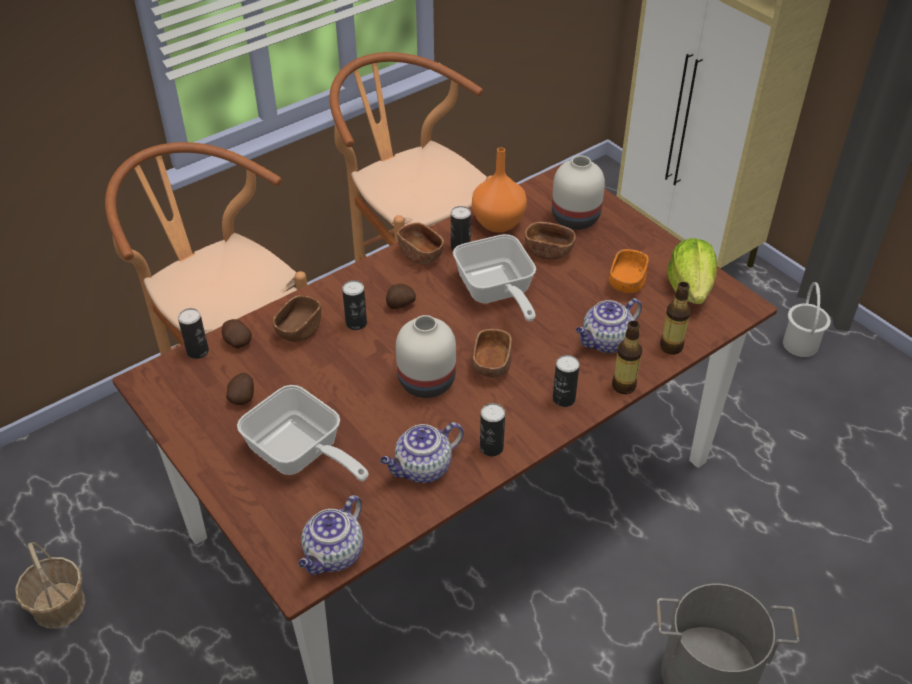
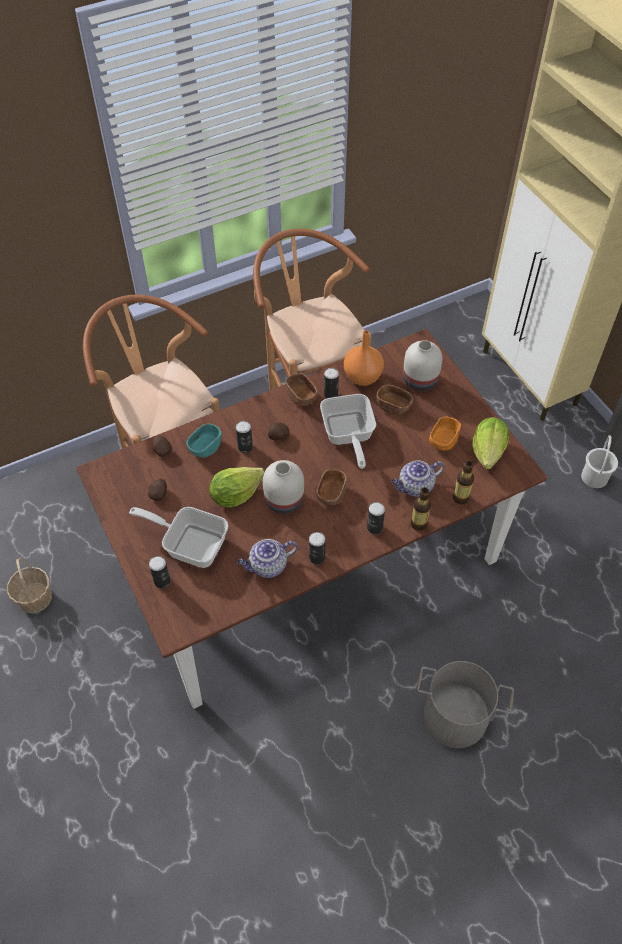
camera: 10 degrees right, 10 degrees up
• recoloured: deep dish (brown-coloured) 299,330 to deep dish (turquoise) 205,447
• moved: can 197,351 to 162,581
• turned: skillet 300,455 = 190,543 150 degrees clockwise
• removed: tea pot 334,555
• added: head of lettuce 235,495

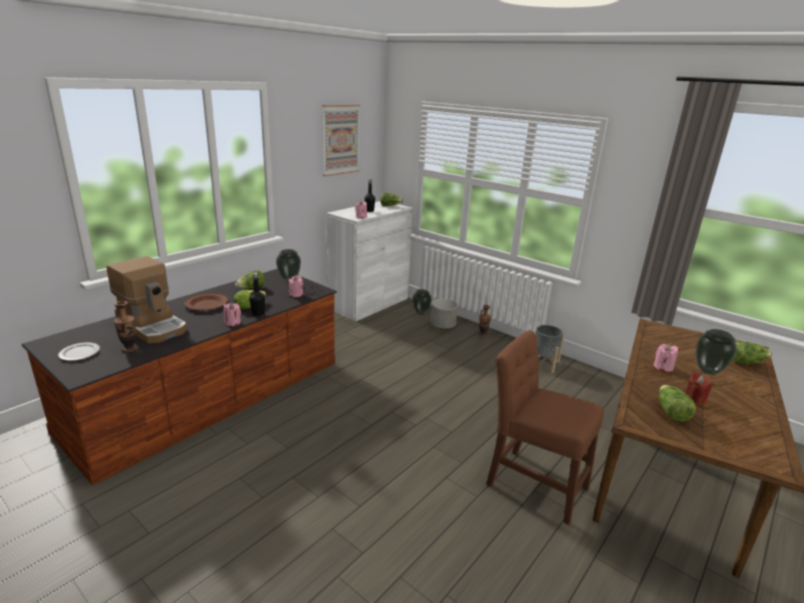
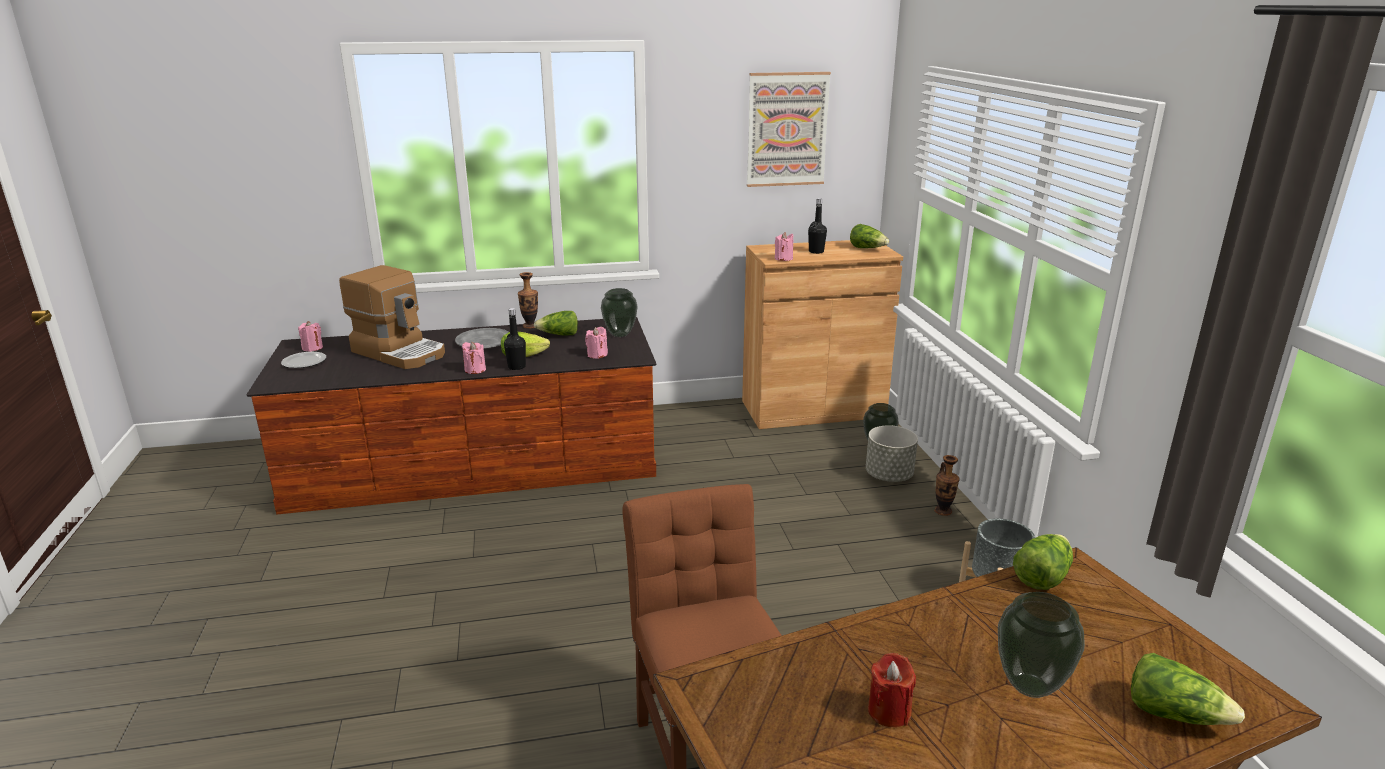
camera: 40 degrees right, 0 degrees up
• recoloured: cupboard (white) 369,303 to cupboard (brown-coloured) 813,409
• turned: coffee brewer 153,326 = 400,352 45 degrees counterclockwise
• recoloured: plate (brown-coloured) 206,304 to plate (gray) 483,342
• moved: decorative vase 129,349 to 530,326
• moved: wax light (pink) 663,367 to 312,348
• moved: head of lettuce 670,412 to 1041,576

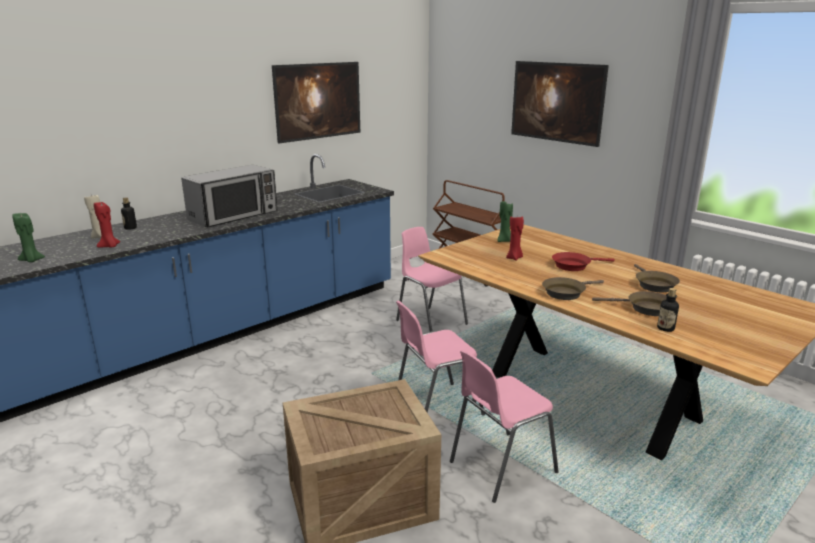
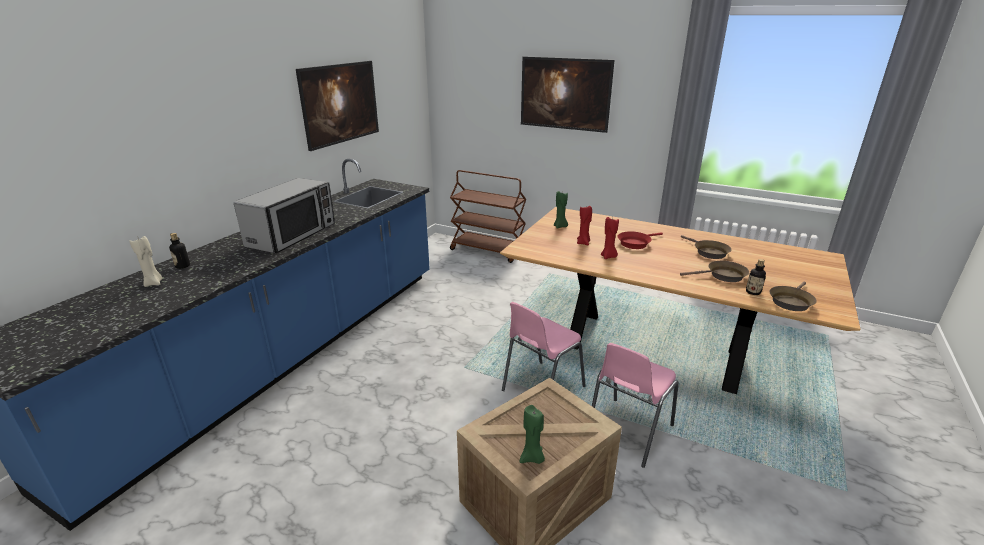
camera: 20 degrees left, 5 degrees up
• moved: wax light (reddish) 109,246 to 608,257
• moved: wax light (green) 31,260 to 532,458
• removed: chair (pink) 430,322
• moved: skillet (brown-coloured) 566,292 to 790,301

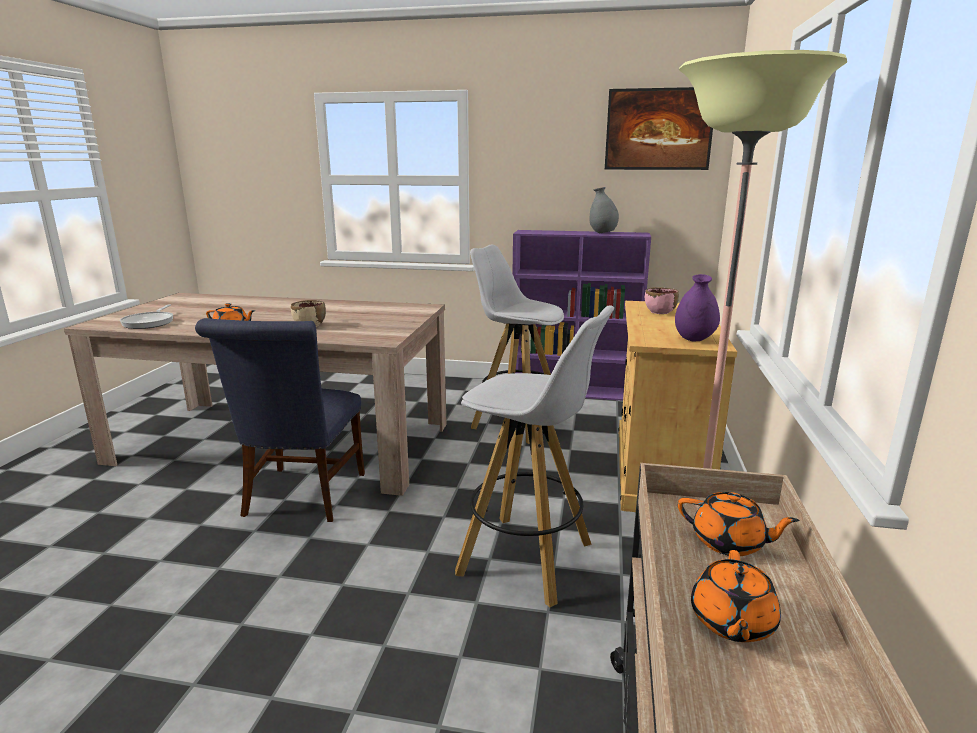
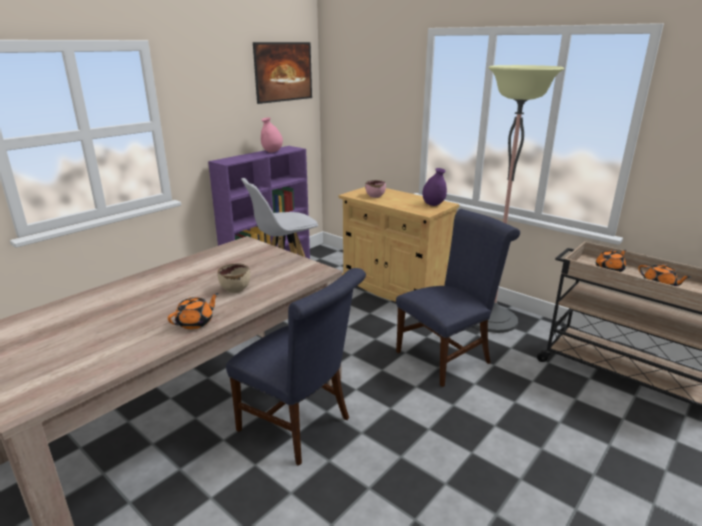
camera: 60 degrees left, 5 degrees up
• recoloured: decorative vase (gray) 603,233 to decorative vase (pink) 272,152
• removed: skillet 150,322
• replaced: sitting stool (white) 528,559 to chair (blue-coloured) 447,355

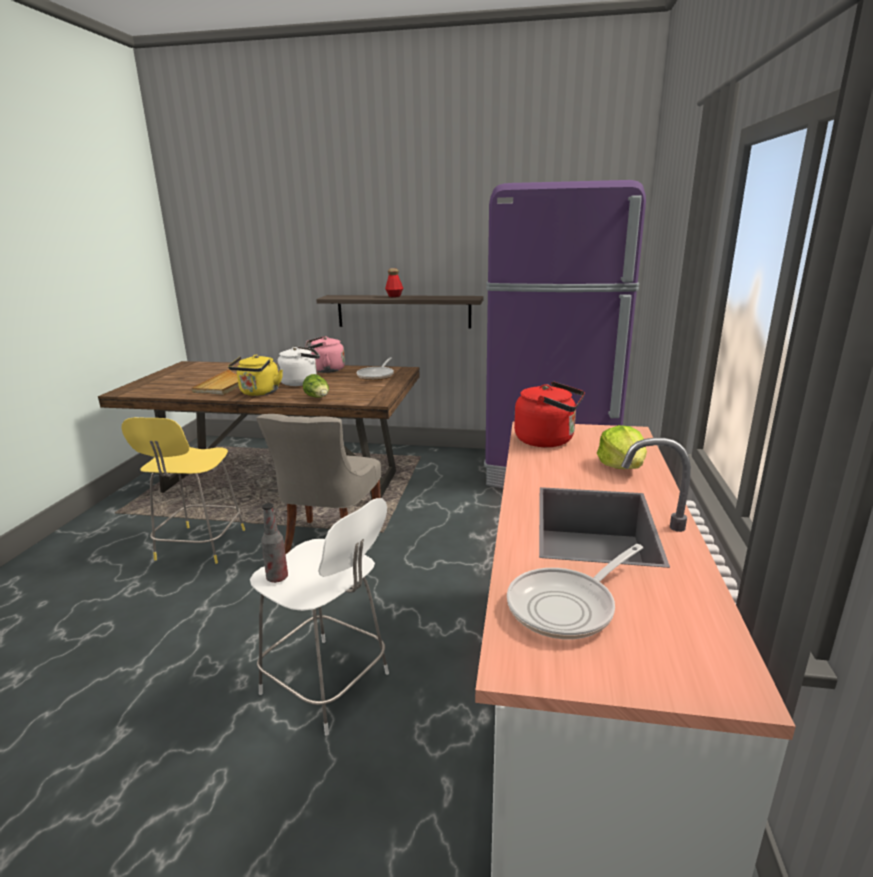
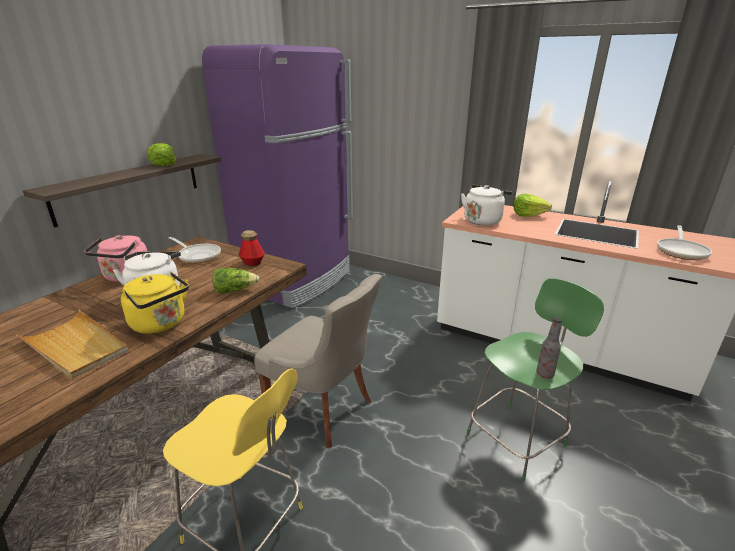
camera: 70 degrees left, 5 degrees up
• moved: drink bottle 394,296 to 252,263
• recoloured: water kettle (reddish) 548,440 to water kettle (white) 483,220
• recoloured: sitting stool (white) 328,685 to sitting stool (green) 518,438
• turned: skillet 567,606 = 681,251 45 degrees clockwise
• added: head of lettuce 163,164

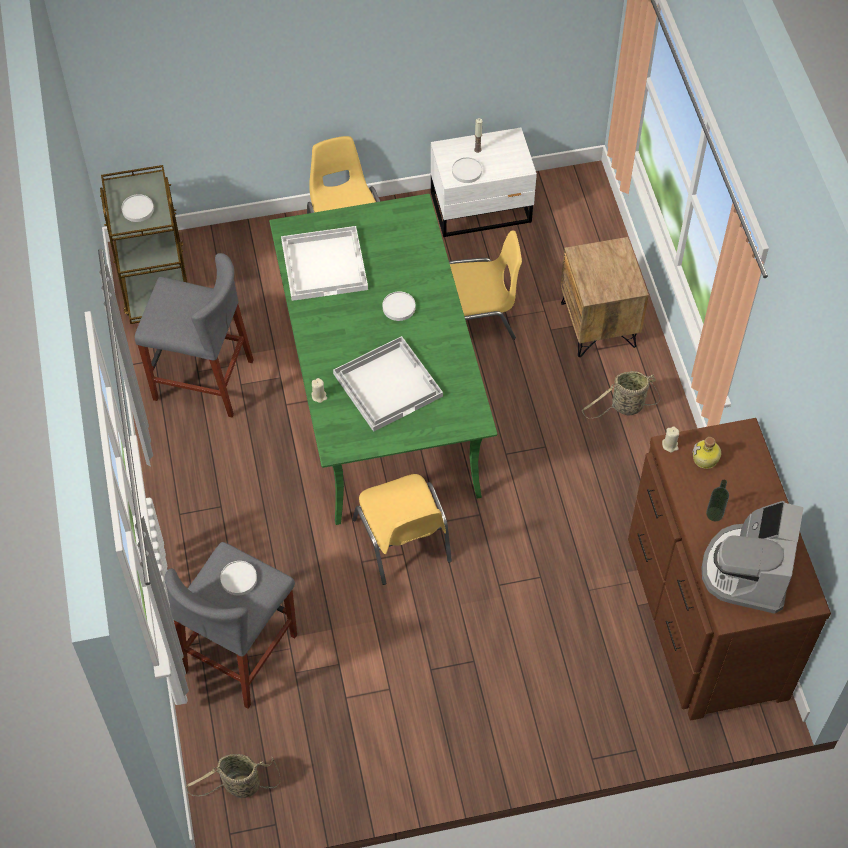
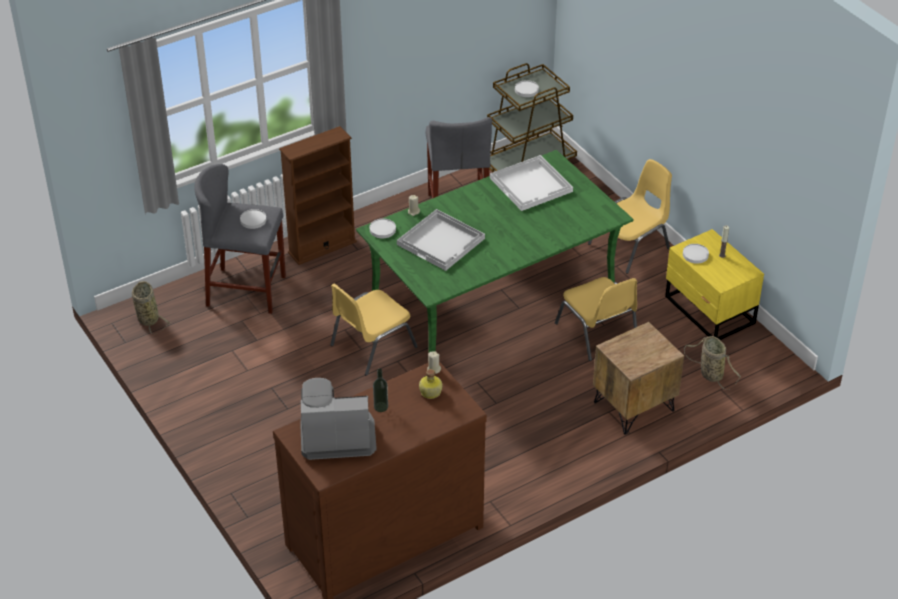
camera: 70 degrees right, 15 degrees down
• recoloured: night table (white) 482,209 to night table (yellow-coloured) 709,311
• moved: plate (white) 398,307 to 382,229
• moved: storage basket 625,407 to 710,373
• added: shelving unit (brown-coloured) 322,247

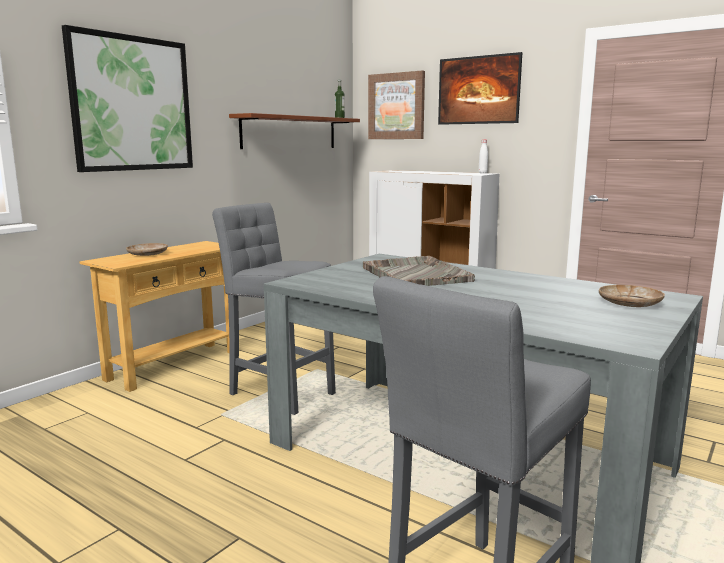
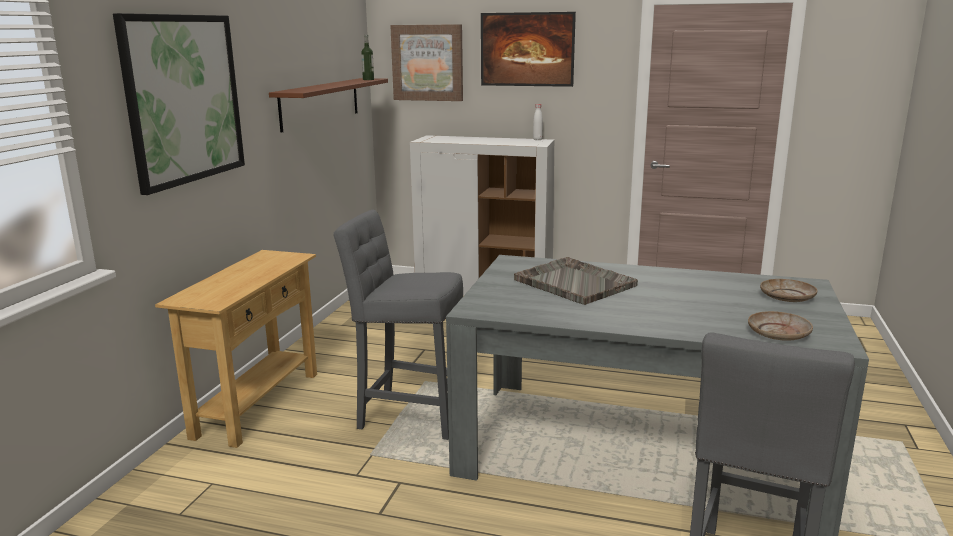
camera: 20 degrees left, 5 degrees up
• moved: plate (beige-coloured) 148,254 to 779,333

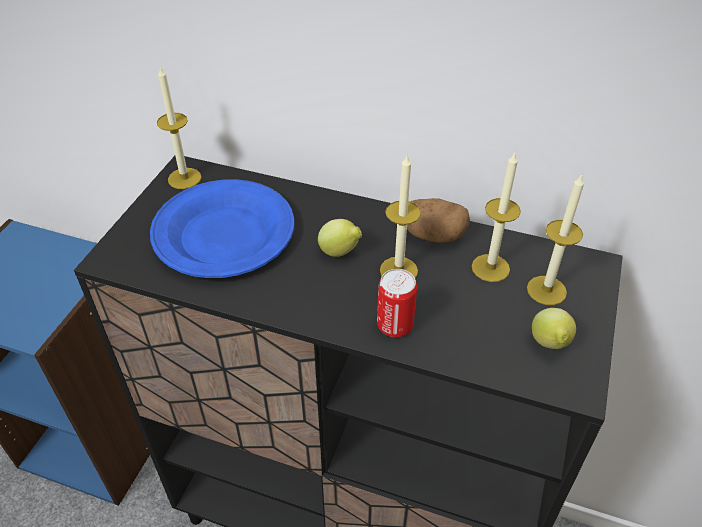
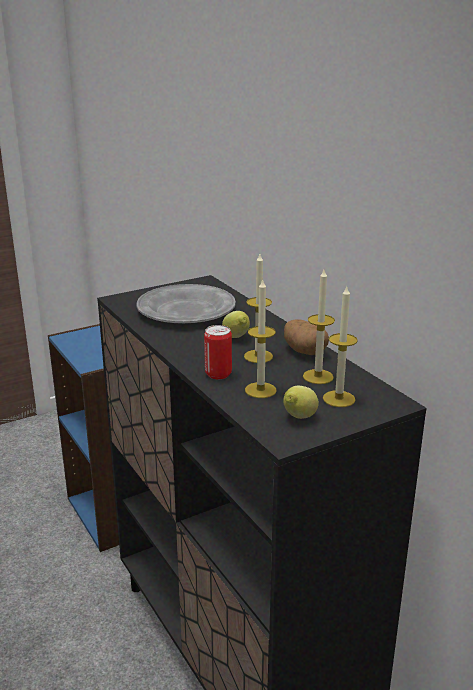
camera: 40 degrees right, 20 degrees down
• moved: wax light 184,178 to 260,390
• recoloured: plate (blue-coloured) 225,234 to plate (gray) 186,310

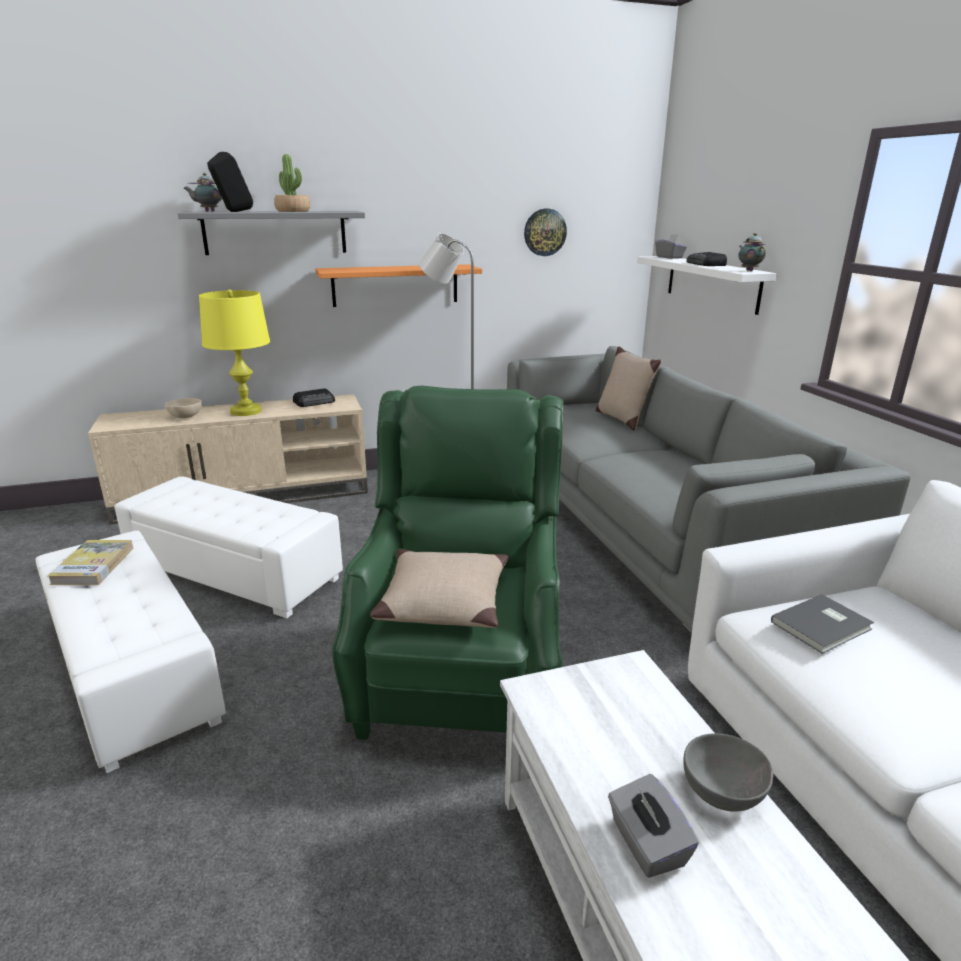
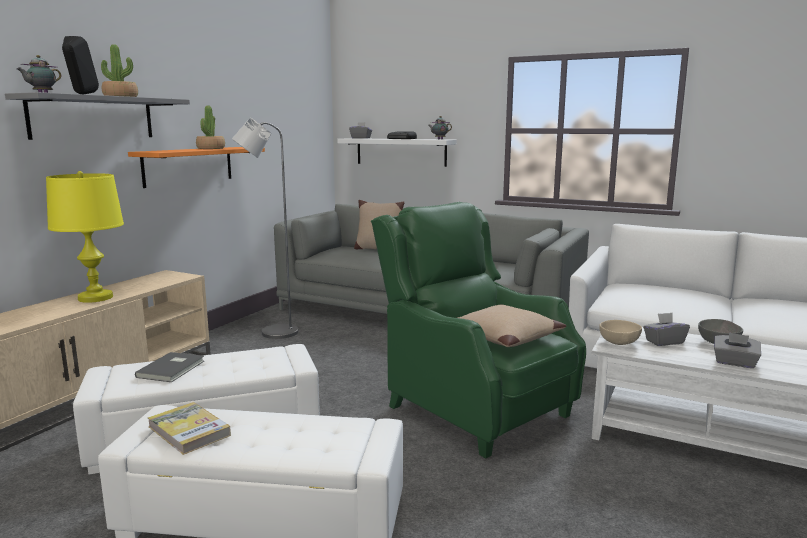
camera: 45 degrees left, 10 degrees down
• removed: wall clock 544,232
• removed: radio 315,402
• moved: deep dish (beige-coloured) 184,417 to 619,343
• moved: book (gray) 823,626 to 173,369
• added: plant in a pot 210,148
• added: tissue holder (gray) 664,342

